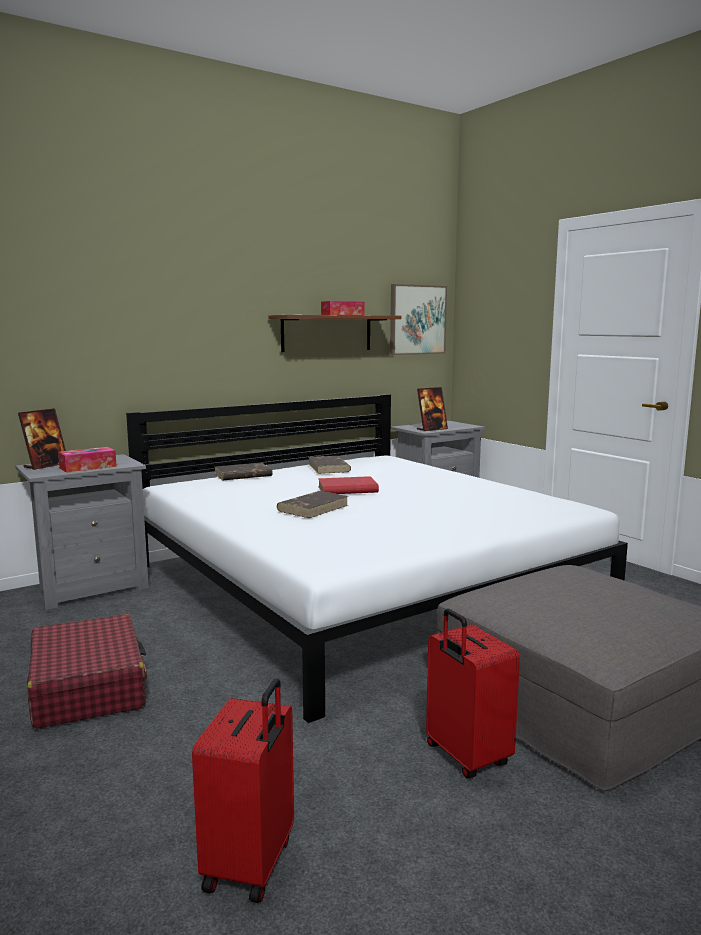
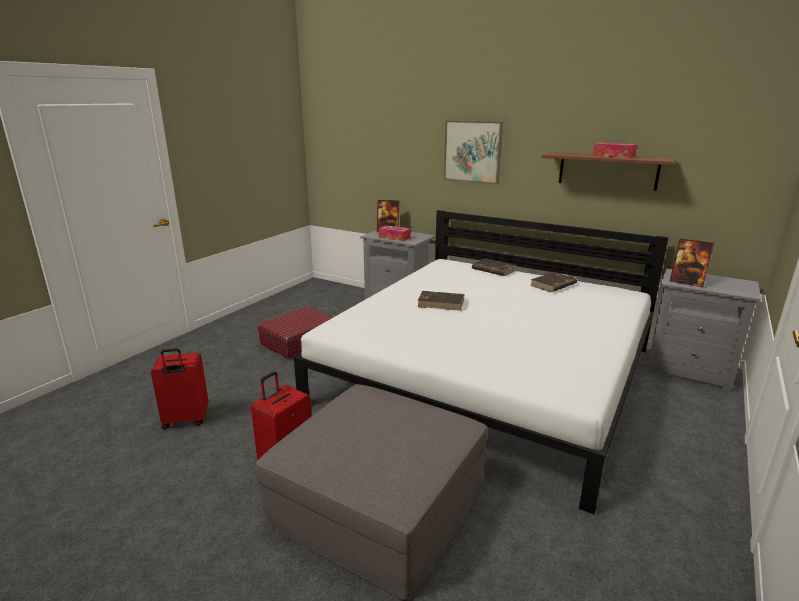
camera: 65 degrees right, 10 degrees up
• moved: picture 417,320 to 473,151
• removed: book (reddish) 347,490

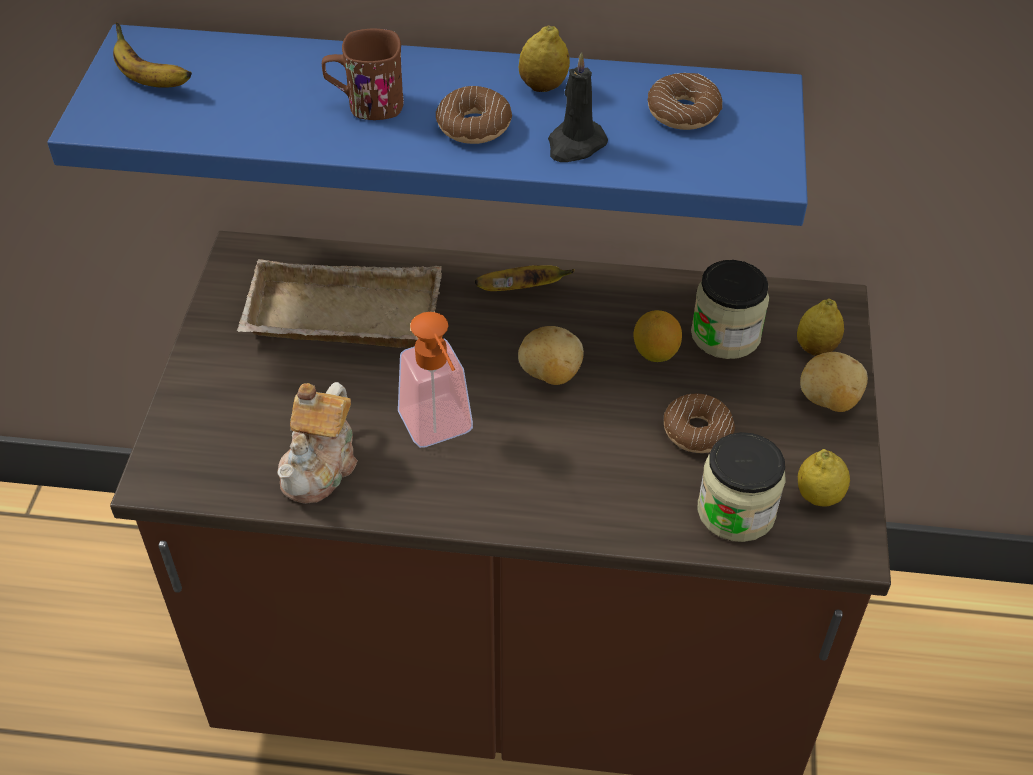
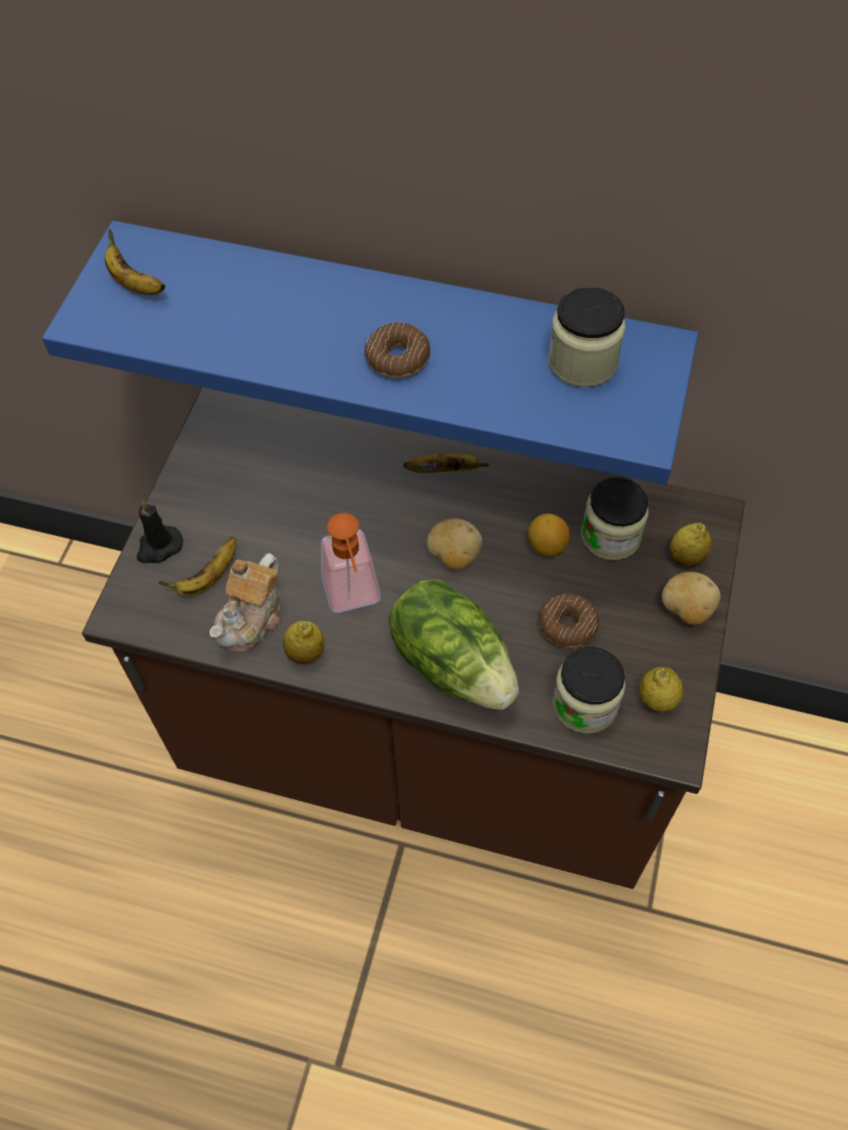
camera: 10 degrees right, 10 degrees up
• moved: lemon 543,86 to 306,653
• removed: tea mug (brown-coloured) 366,104
• moved: wax light (black) 575,145 to 158,547
• replaced: donut 683,112 to jar 582,362
• removed: tray (beige-coloured) 340,320
• added: banana 208,578
• added: head of lettuce 453,662

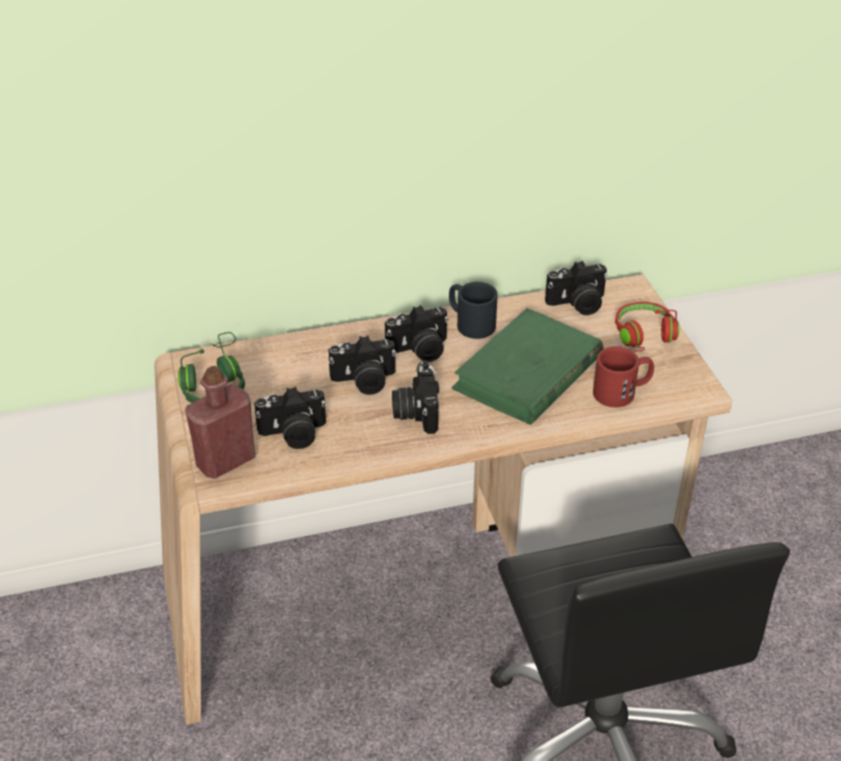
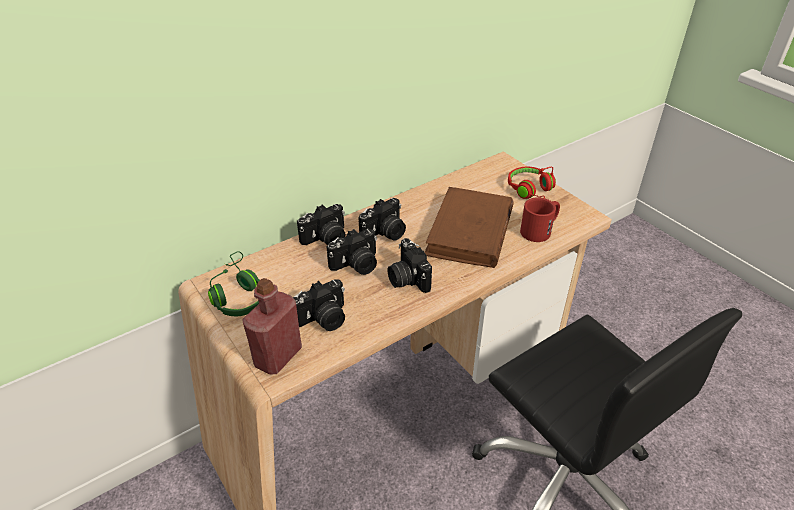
camera: 20 degrees left, 0 degrees up
• moved: photo camera 578,304 to 326,239
• removed: tea mug (black) 470,322
• recoloured: book (green) 528,373 to book (brown-coloured) 470,232

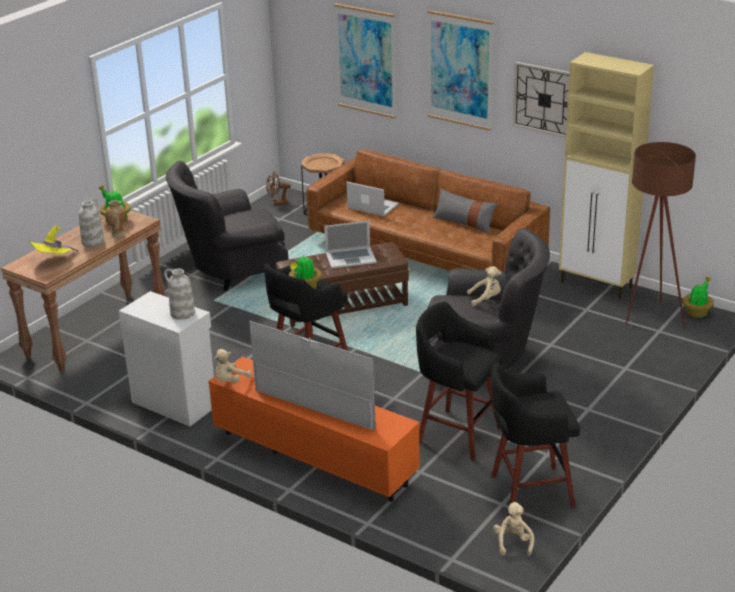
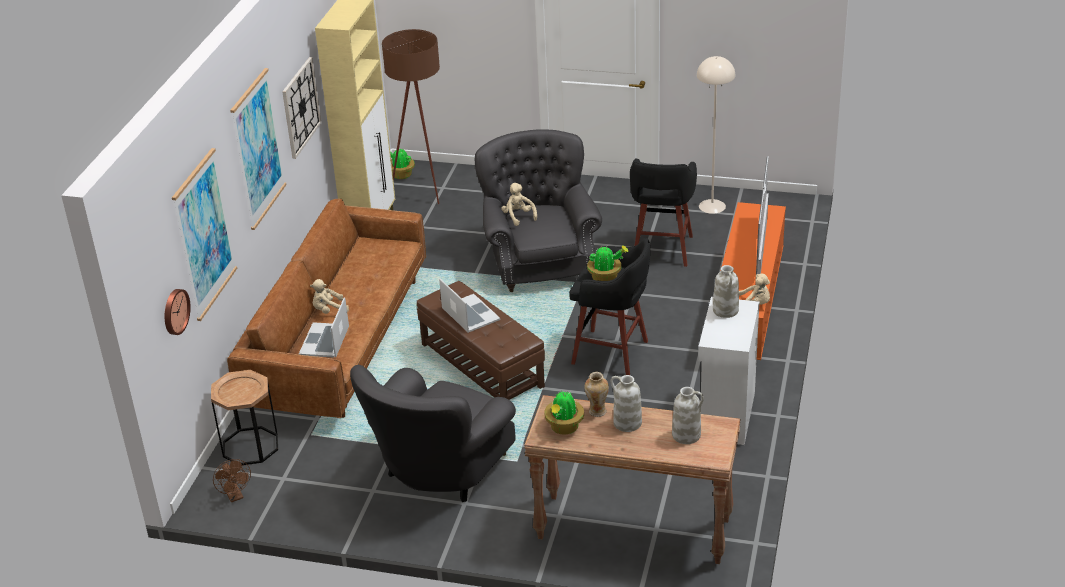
camera: 110 degrees left, 5 degrees up
• turned: armchair (gray) 232,270 = 440,472 75 degrees clockwise
• removed: pillow (gray) 464,223
• replaced: wearable hat (yellow-coloured) 53,260 to decorative vase (white) 687,435
• replaced: sitting stool (black) 529,492 to standard lamp (beige-coloured) 712,206
• moved: cuddly toy (beige-coloured) 513,543 to 329,310
• added: wall clock 174,311

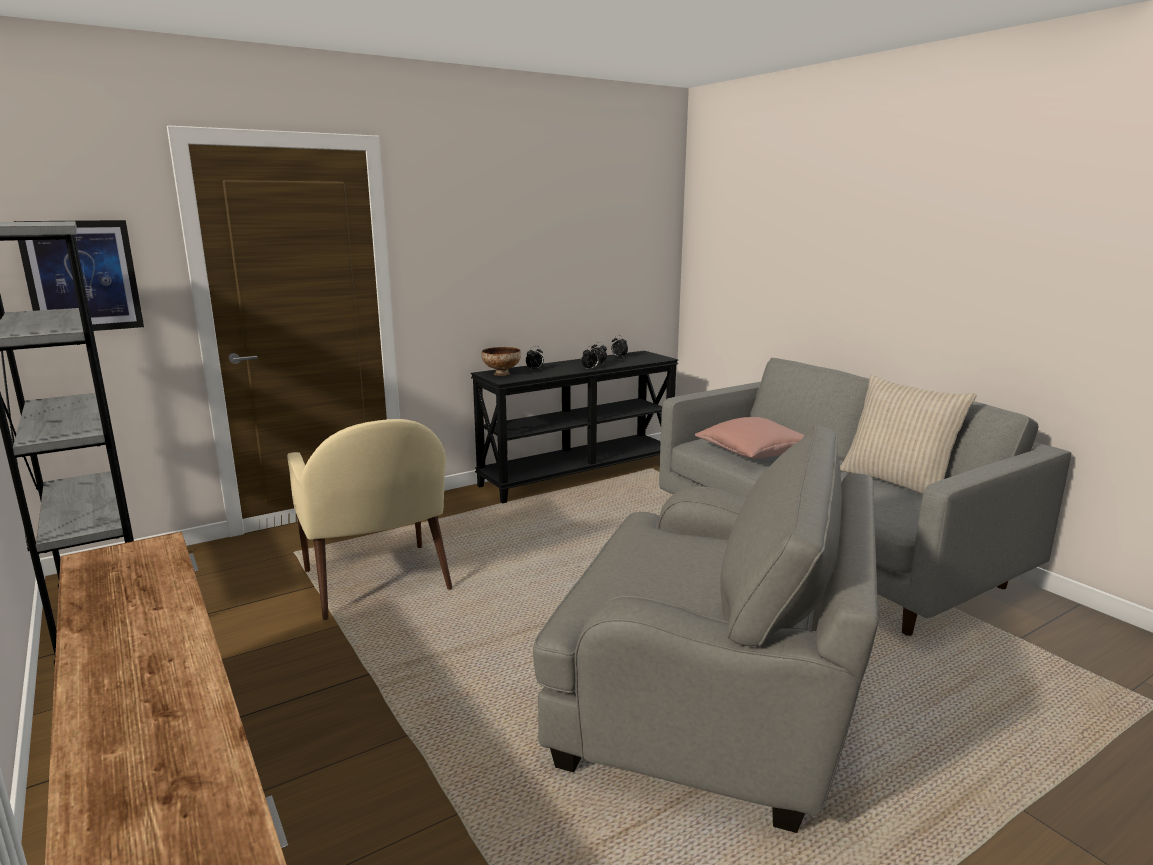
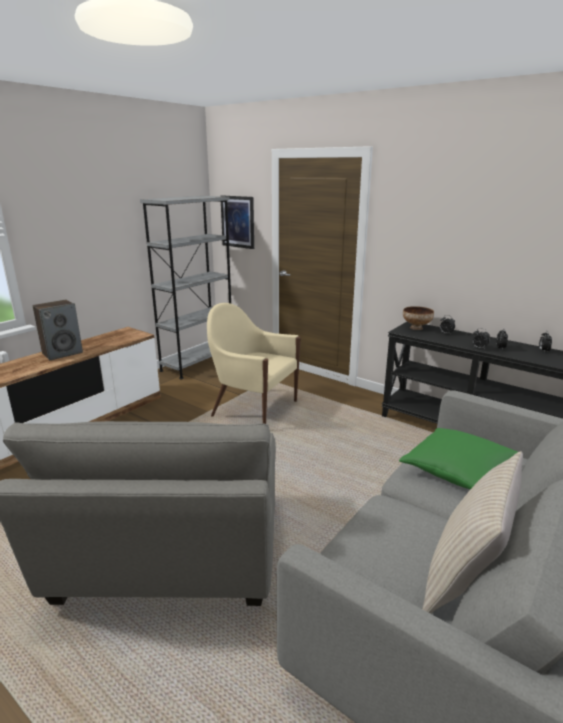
camera: 70 degrees right, 5 degrees up
• recoloured: pillow (pink) 754,452 to pillow (green) 458,472
• turned: armchair (beige-coloured) 377,582 = 253,408 75 degrees clockwise
• added: loudspeaker 62,353

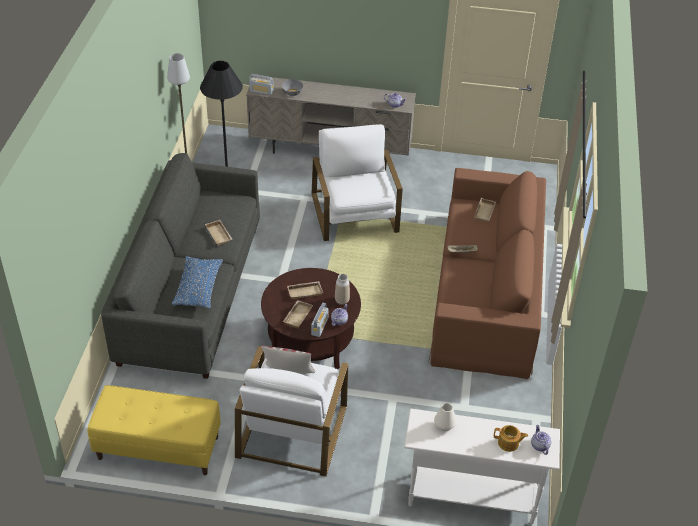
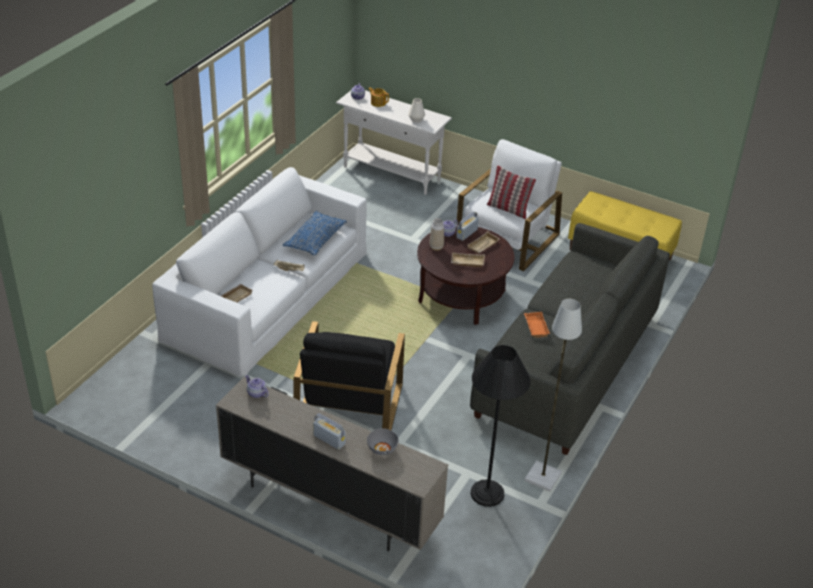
camera: 160 degrees left, 5 degrees down
• moved: radio 261,91 to 329,439
• recoloured: armchair (white) 355,213 to armchair (black) 348,407
• recoloured: settee (brown-coloured) 487,290 to settee (white) 267,294
• recoloured: tray (beige-coloured) 219,234 to tray (orangey) 535,326
• moved: pillow (blue-coloured) 198,288 to 315,240

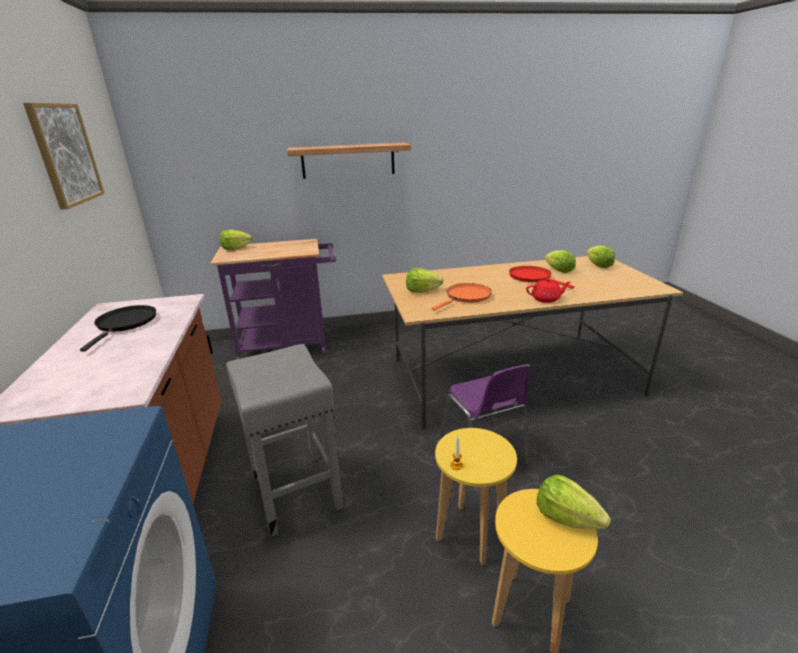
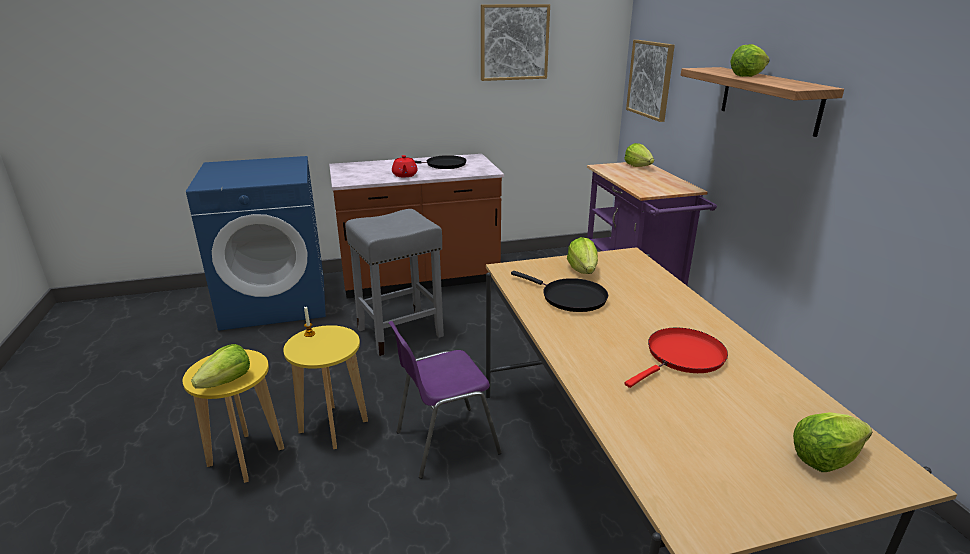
camera: 85 degrees right, 0 degrees up
• moved: head of lettuce 558,270 to 747,76
• moved: tea pot (reddish) 546,299 to 405,175
• recoloured: skillet (orangey) 466,297 to skillet (black) 570,298
• added: picture 650,79

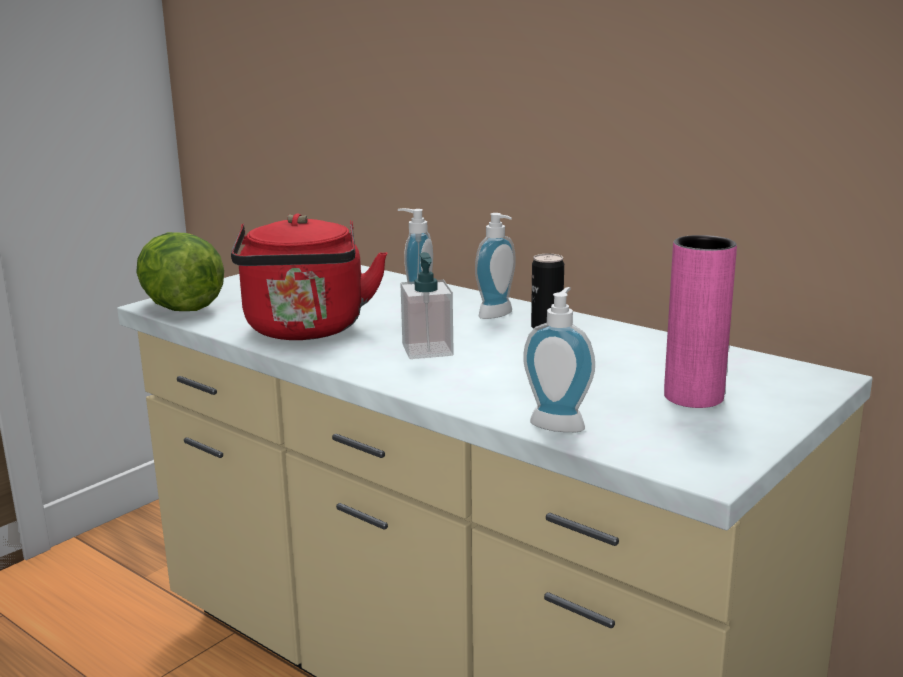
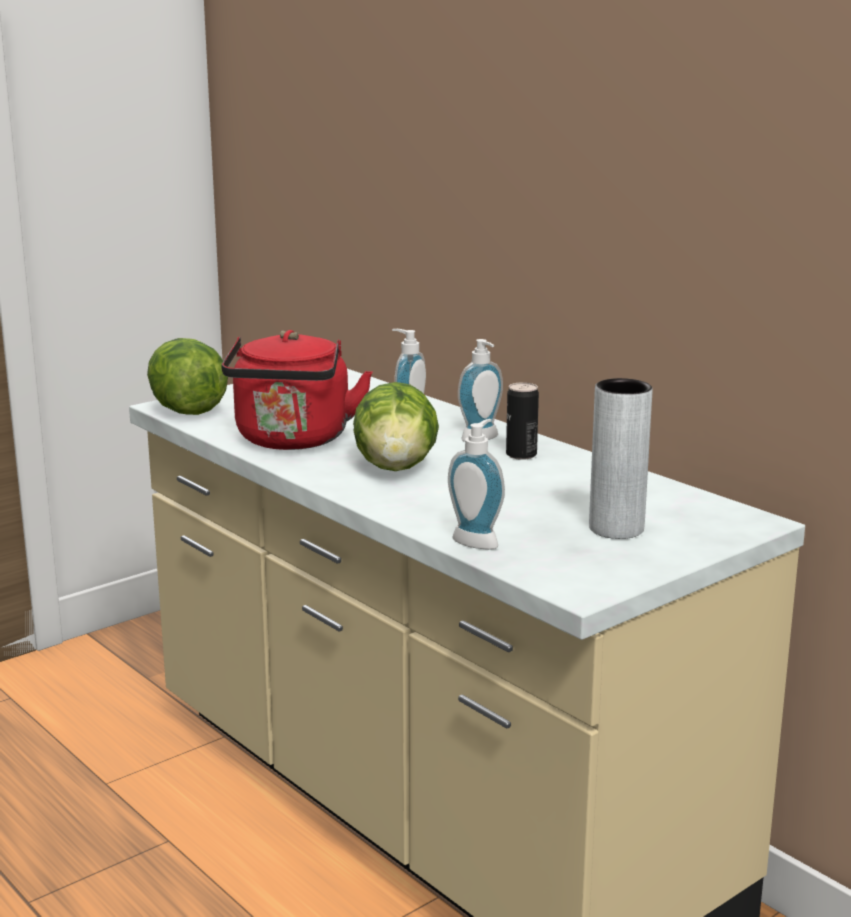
camera: 10 degrees right, 0 degrees up
• recoloured: decorative vase (pink) 693,397 to decorative vase (gray) 616,529
• replaced: soap bottle 427,350 to head of lettuce 396,468

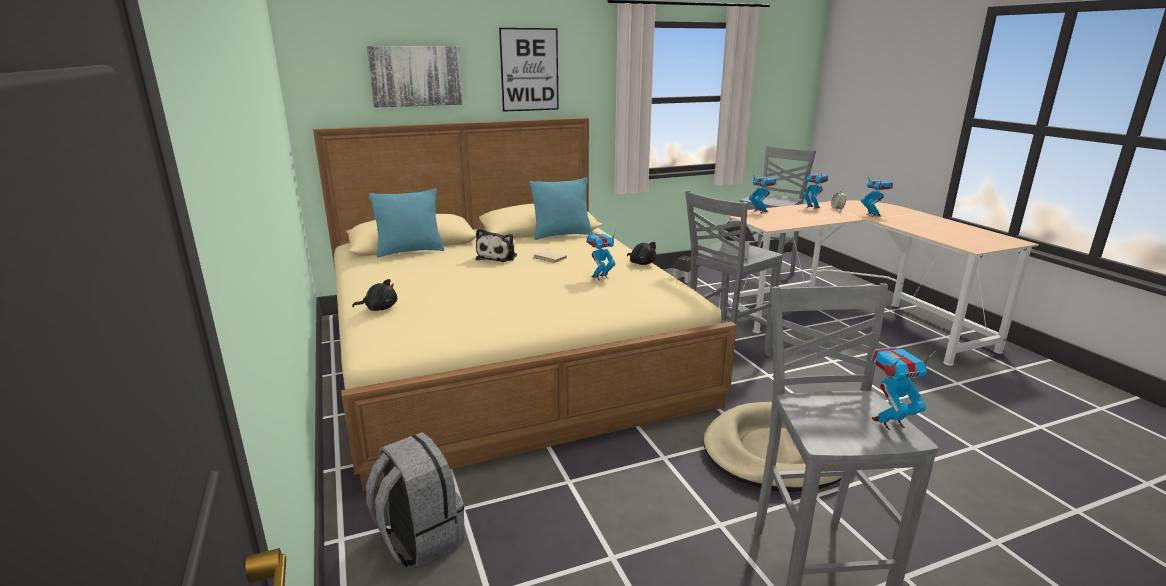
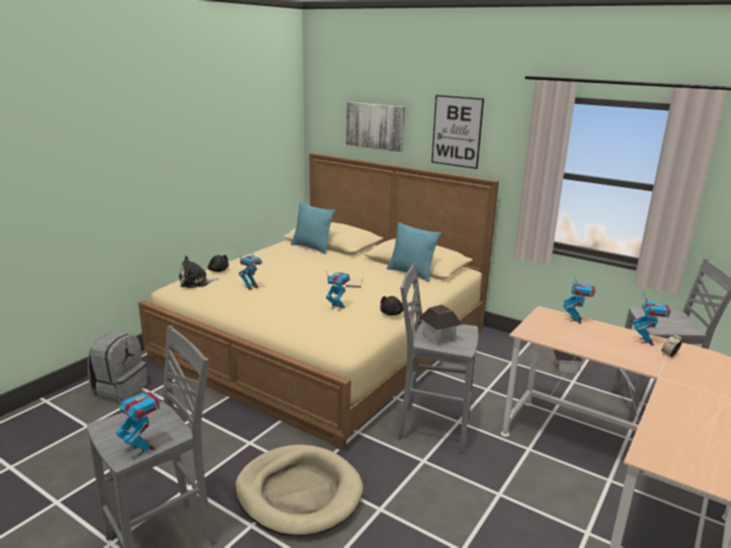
camera: 55 degrees right, 0 degrees up
• moved: robot figure 873,215 to 251,287
• moved: cuddly toy 498,257 to 196,282

